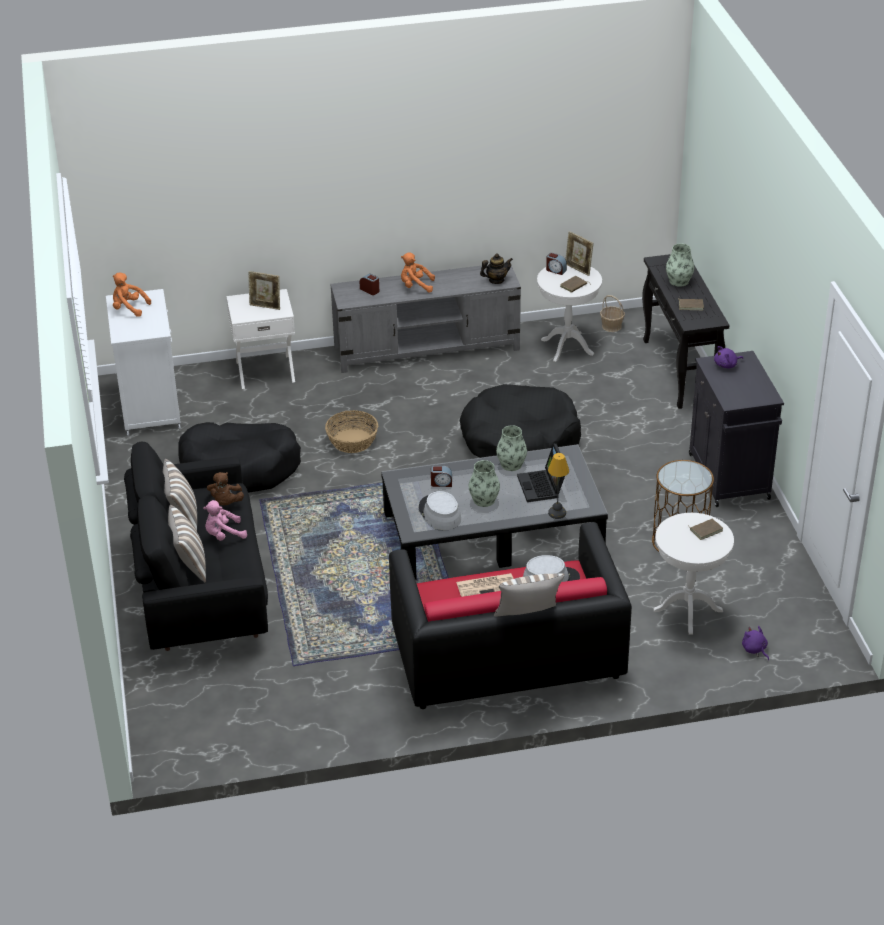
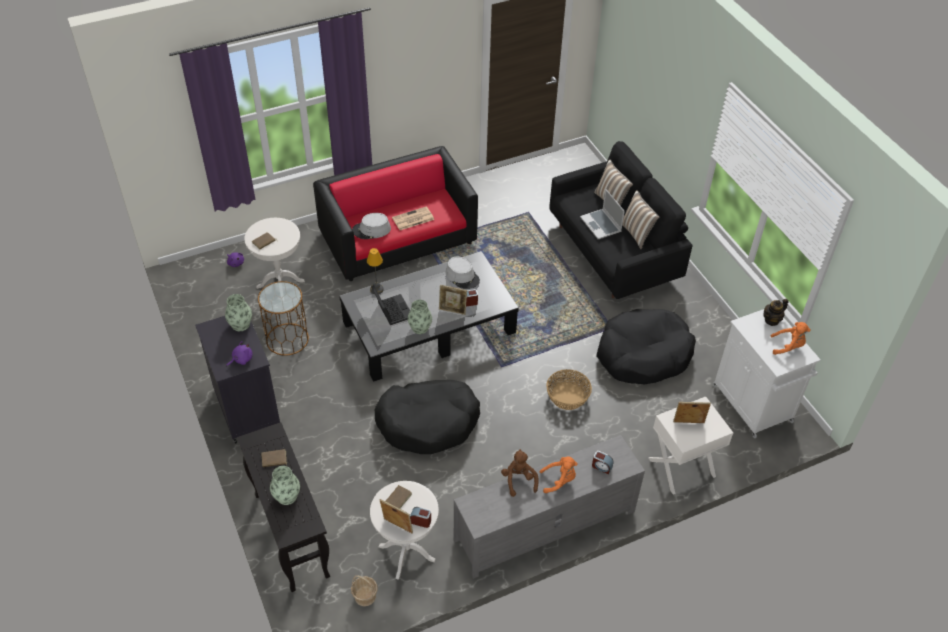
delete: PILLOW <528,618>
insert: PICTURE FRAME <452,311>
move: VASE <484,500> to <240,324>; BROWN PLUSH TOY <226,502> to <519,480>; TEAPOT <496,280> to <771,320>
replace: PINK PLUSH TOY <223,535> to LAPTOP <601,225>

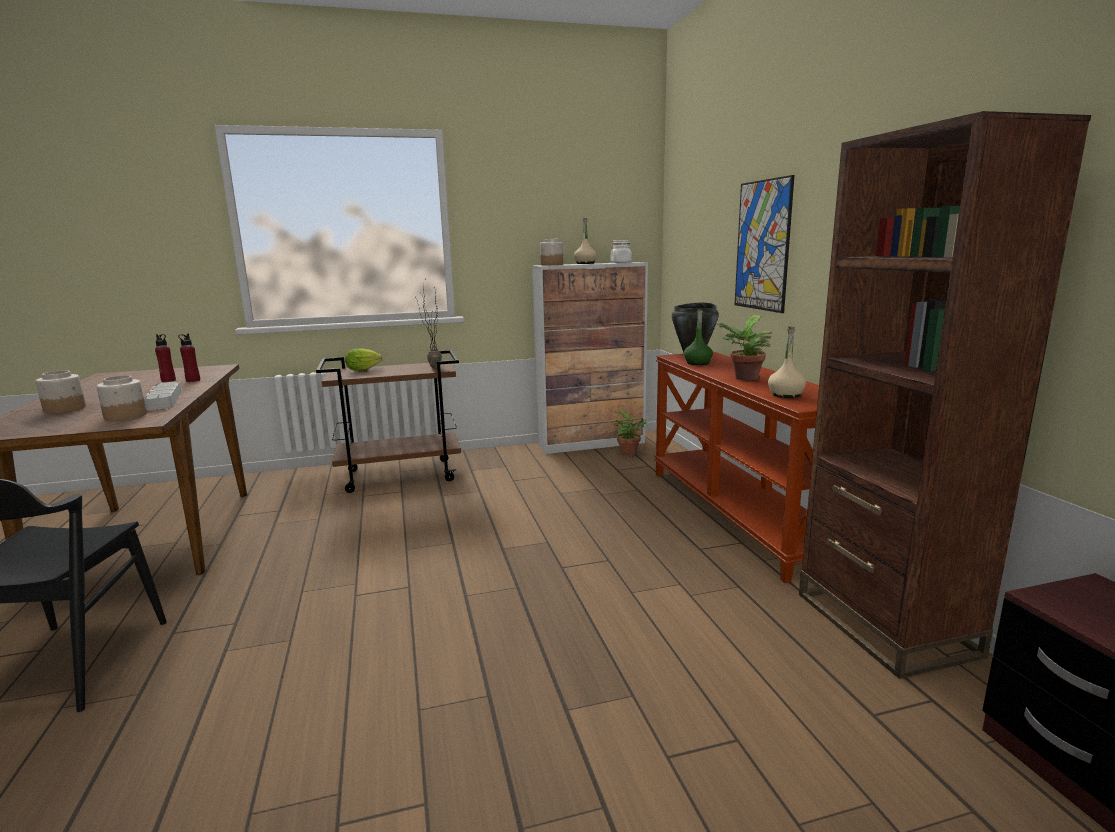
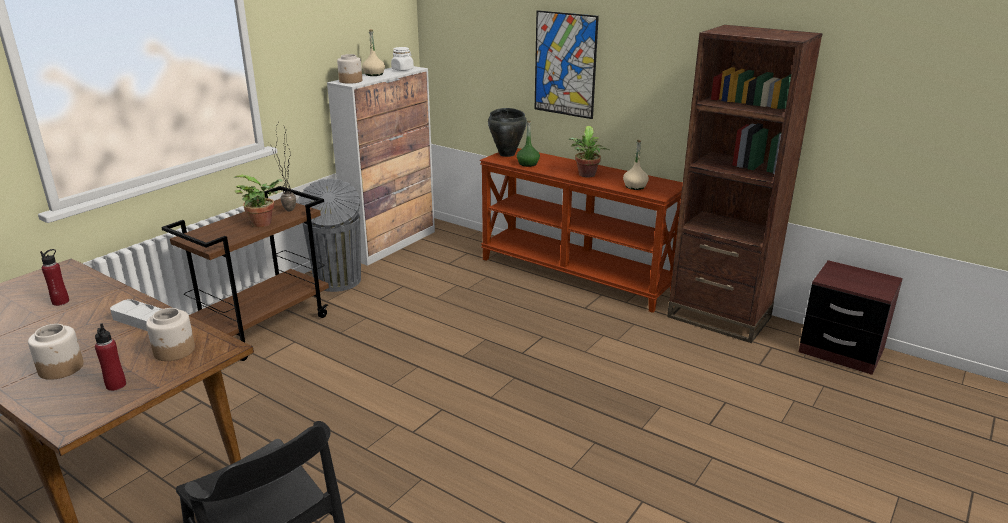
delete: LETTUCE <365,369>
insert: GREY TRASH CAN <337,281>
move: RED BOTTLE <193,380> to <116,385>; POTTED PLANT <630,453> to <264,223>

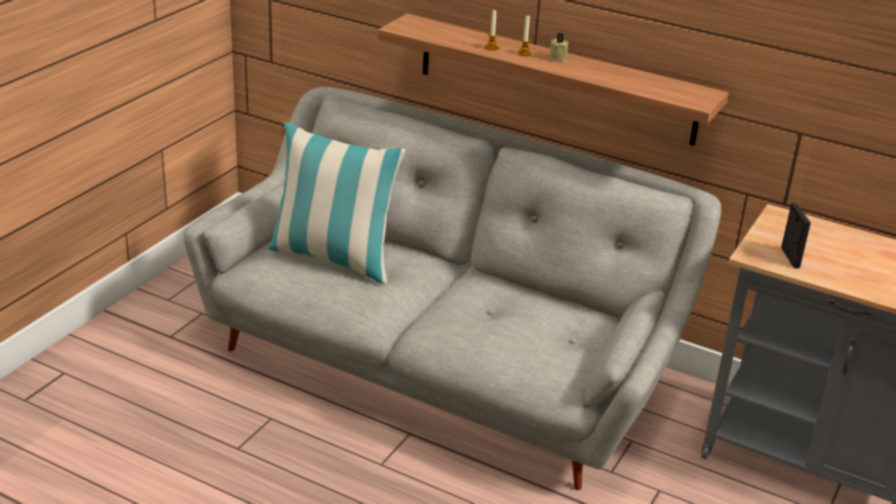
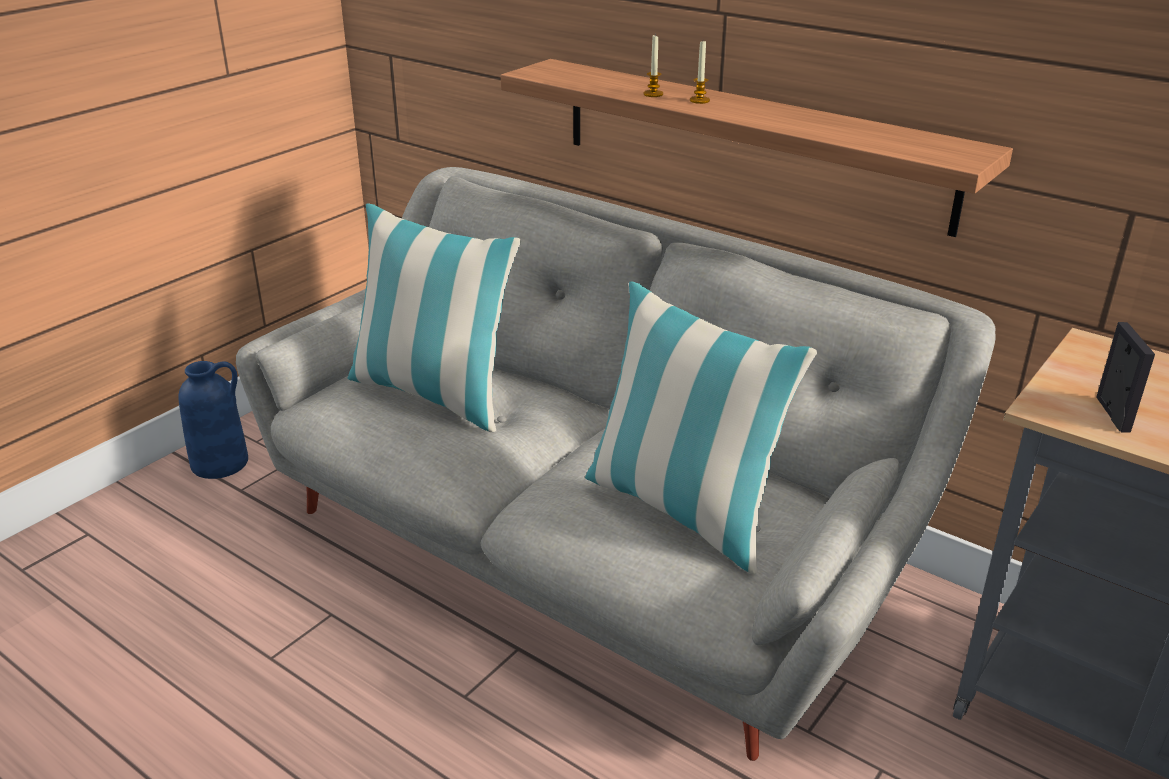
delete: BEIGE CANDLE <559,58>
insert: BLUE VASE <221,463>; PILLOW <683,509>

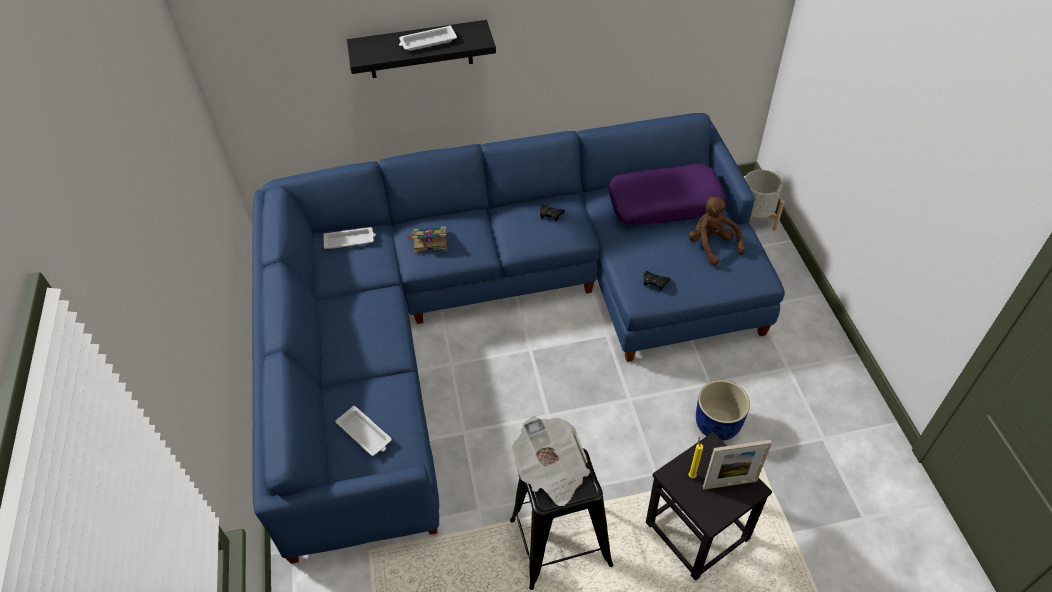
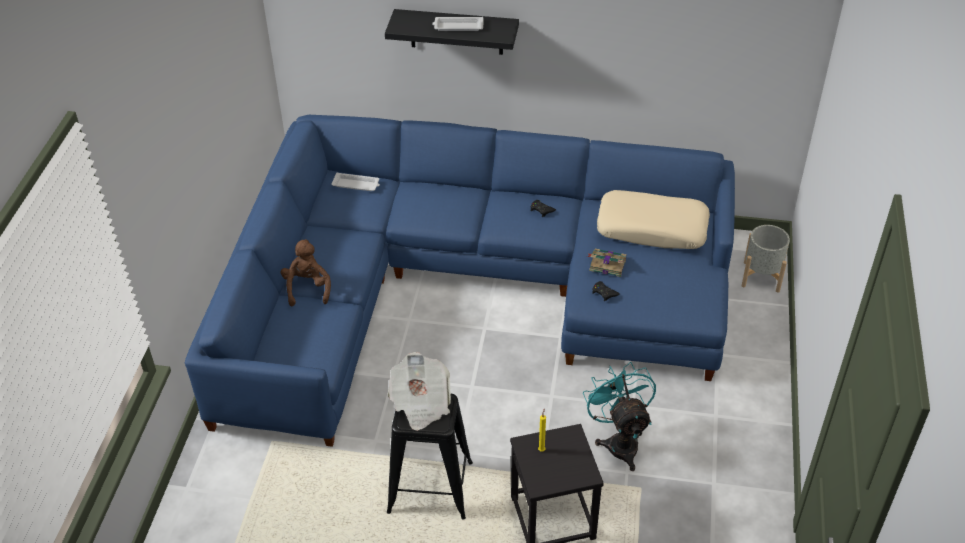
delete: WHITE TRAY <365,434>; PICTURE FRAME <729,484>
move: BROWN PLUSH TOY <712,245> to <307,288>; BOOK <429,241> to <606,264>
replace: BLUE PLANTER <717,425> to TURQUOISE FAN <619,441>
recolor: PURPLE PILLOW <665,203> to BEIGE PILLOW <652,228>

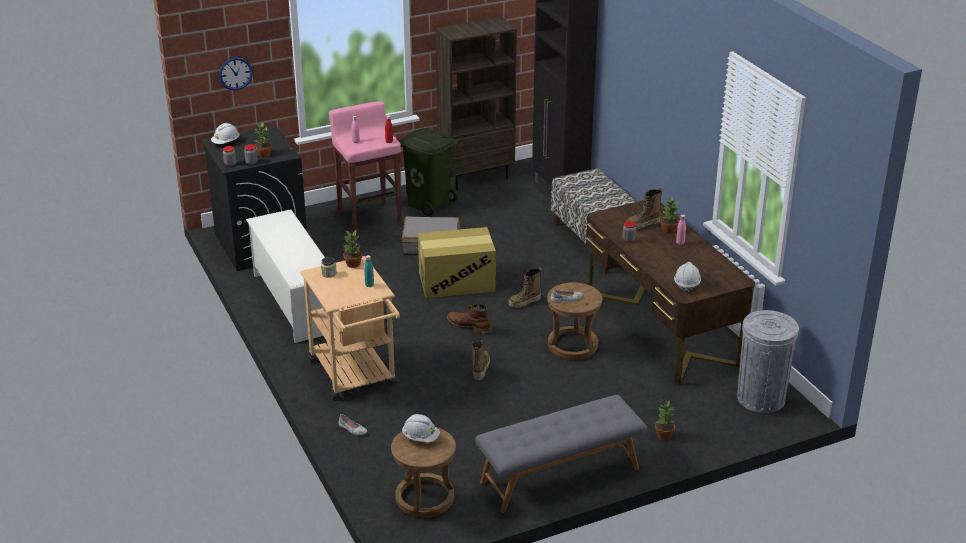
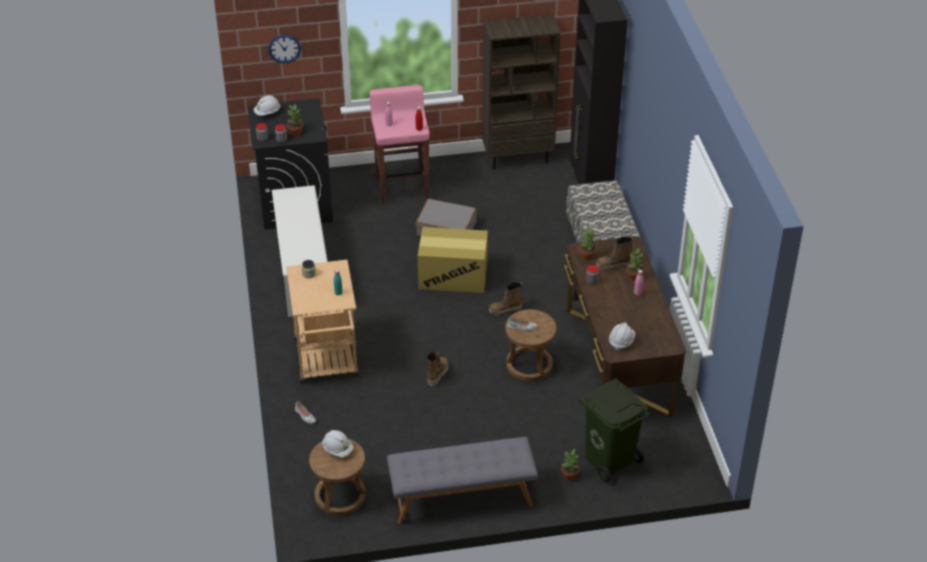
delete: BROWN BOOT <469,325>; GREY TRASH CAN <761,398>
move: GREEN TRASH CAN <429,203> to <610,459>; POTTED PLANT <353,264> to <587,256>

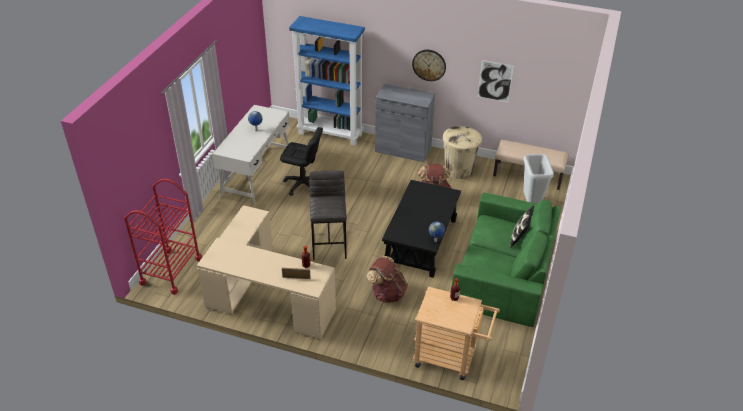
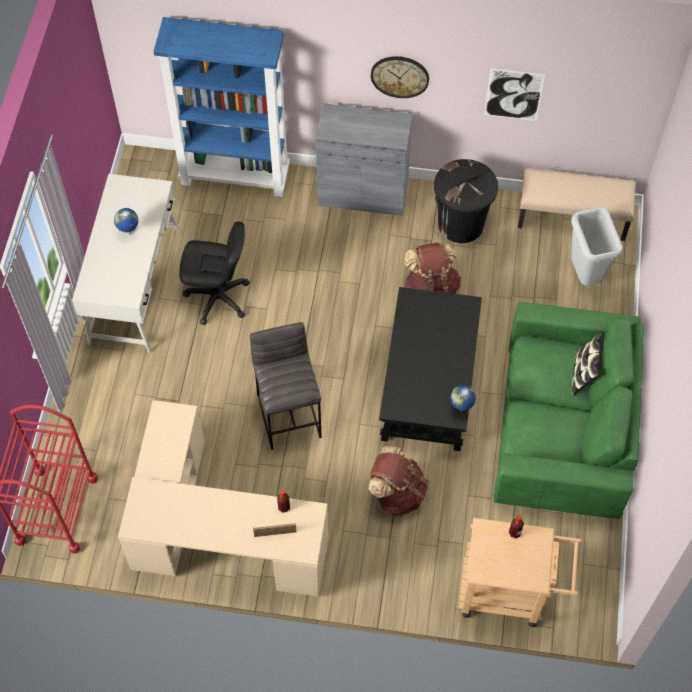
recolor: BEIGE TRASH CAN <458,170> to BLACK TRASH CAN <461,224>

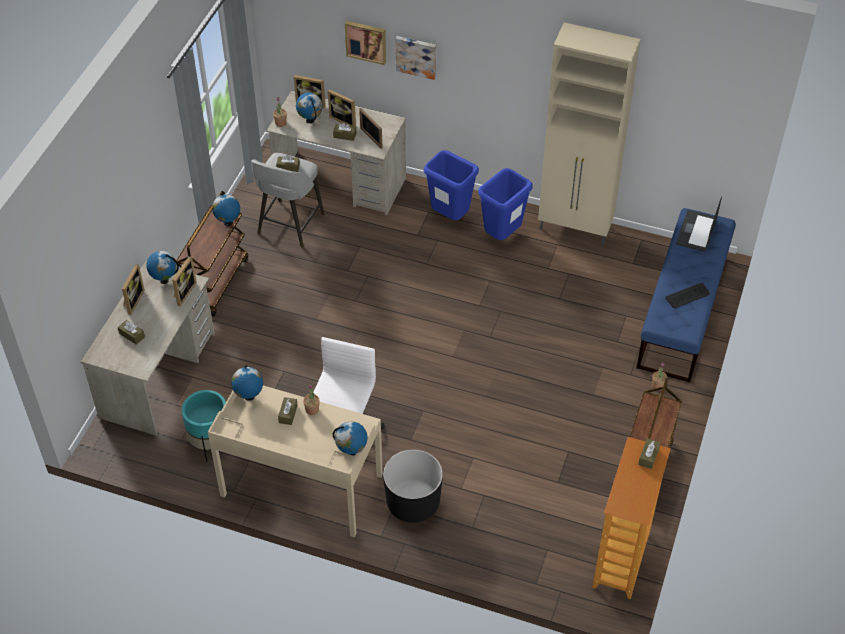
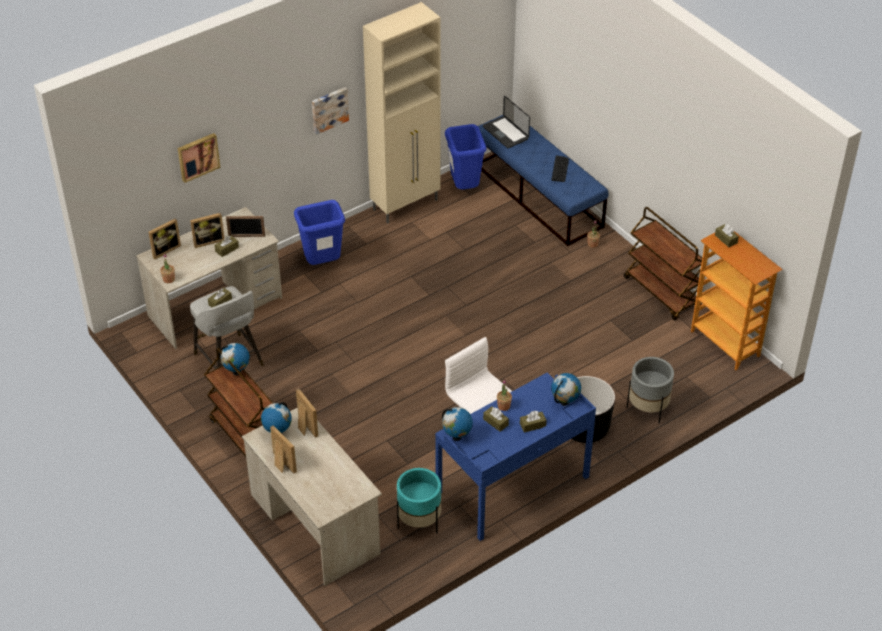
delete: GLOBE <310,120>
insert: GREY PLANTER <648,409>
move: PICTURE <416,56> to <329,109>; BLUE TRASH CAN <502,236> to <464,188>; BROWN TISSUE BOX <132,335> to <532,425>
recolor: BEIGE DESK <301,486> to BLUE DESK <513,485>

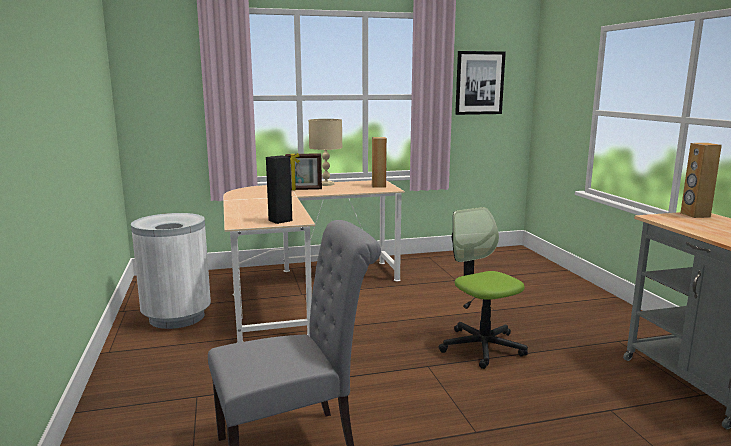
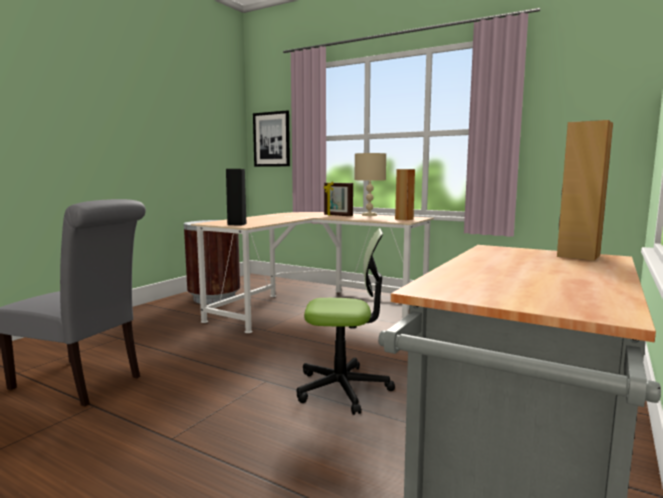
move: PICTURE <479,83> to <271,139>
recolor: WHITE TRASH CAN <177,317> to BROWN TRASH CAN <214,298>
rotate: OFFICE CHAIR <482,347> = <343,388> 75 degrees clockwise

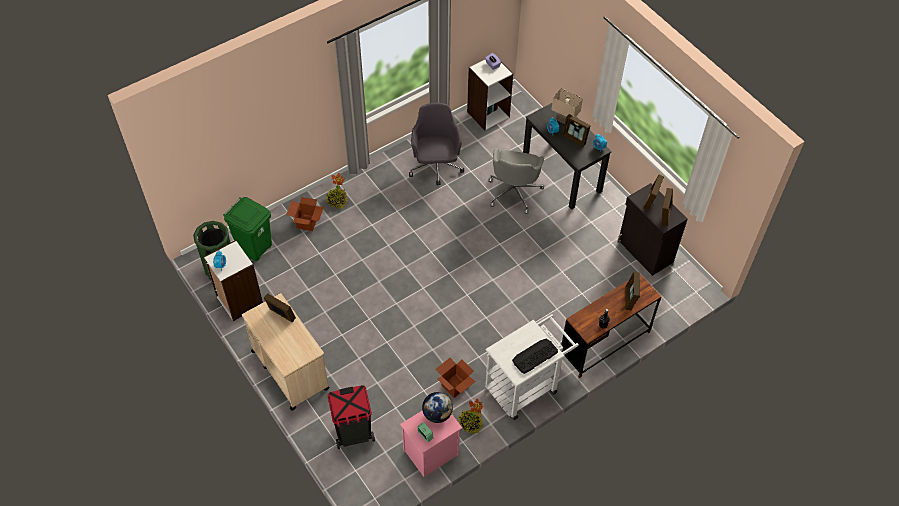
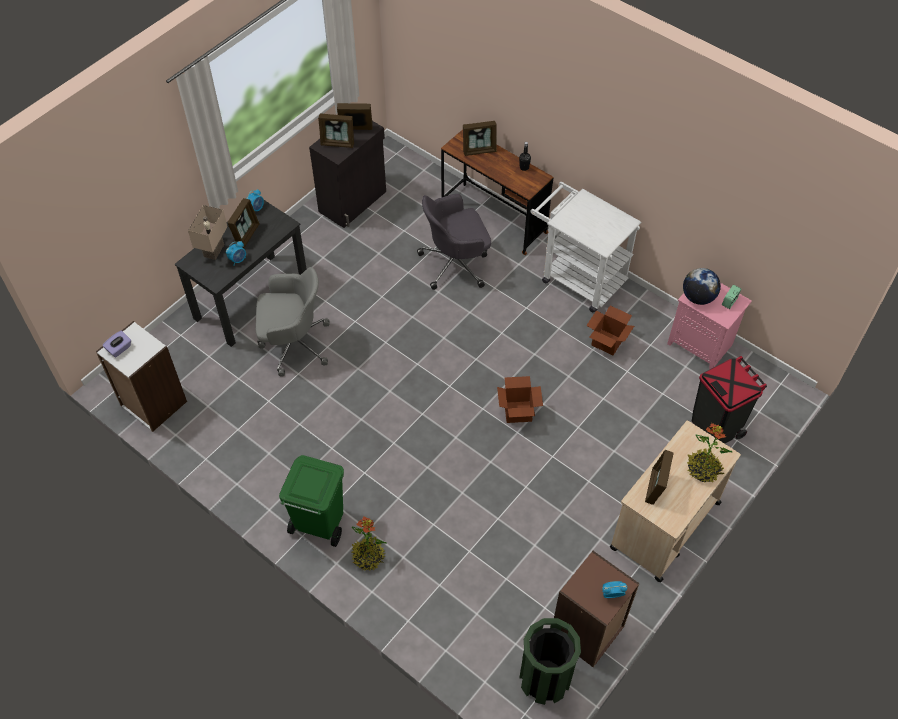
delete: KEYBOARD <534,356>
move: GREEN TRASH CAN <255,248> to <319,524>; GREY OFFICE CHAIR <436,166> to <456,264>; CARDBOARD BOX <307,222> to <518,412>; POTTED PLANT <470,423> to <703,469>
recolor: WHITE BOOKCASE <239,300> to BROWN BOOKCASE <587,631>

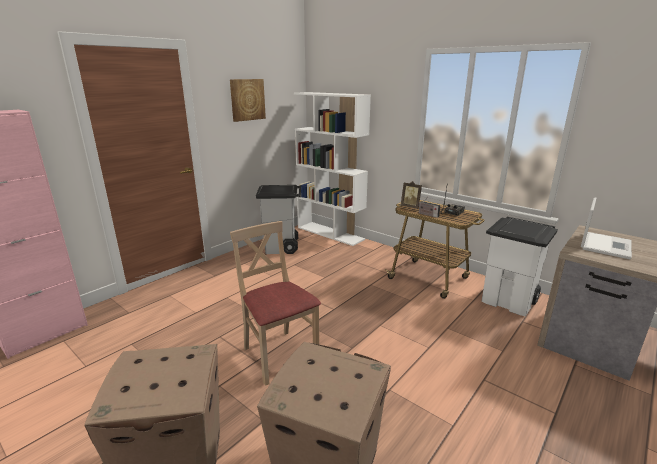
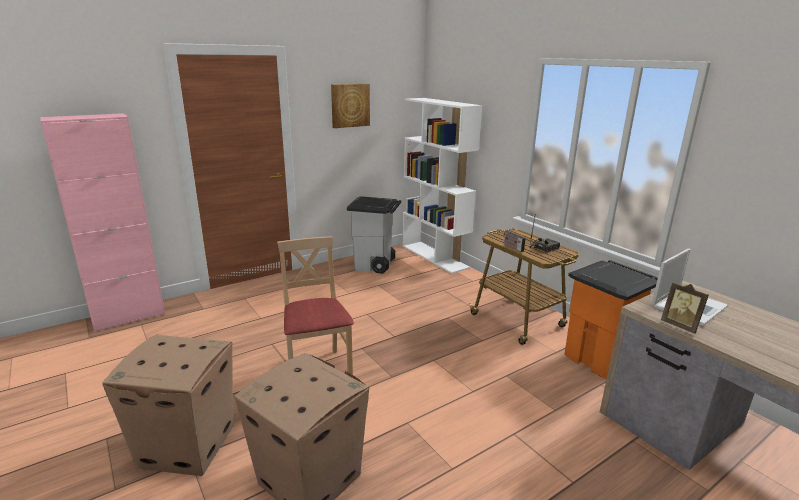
move: PICTURE FRAME <411,207> to <680,326>
recolor: WHITE TRASH CAN <509,301> to ORANGE TRASH CAN <599,360>

